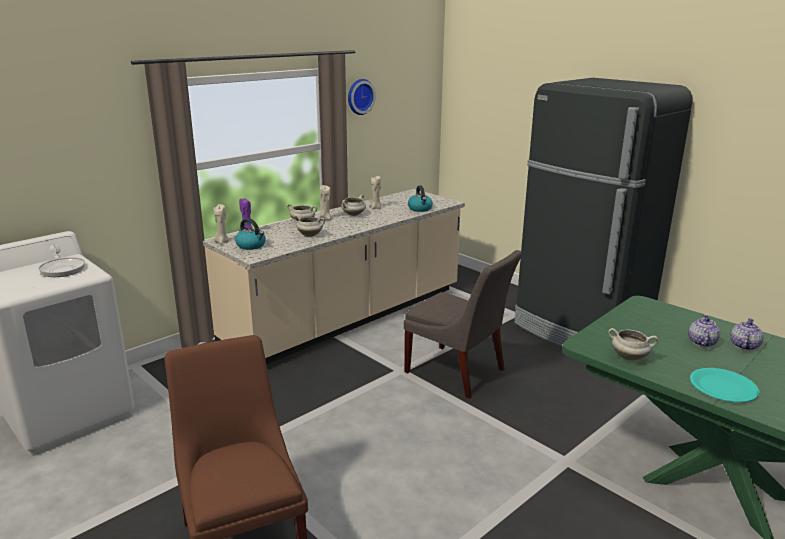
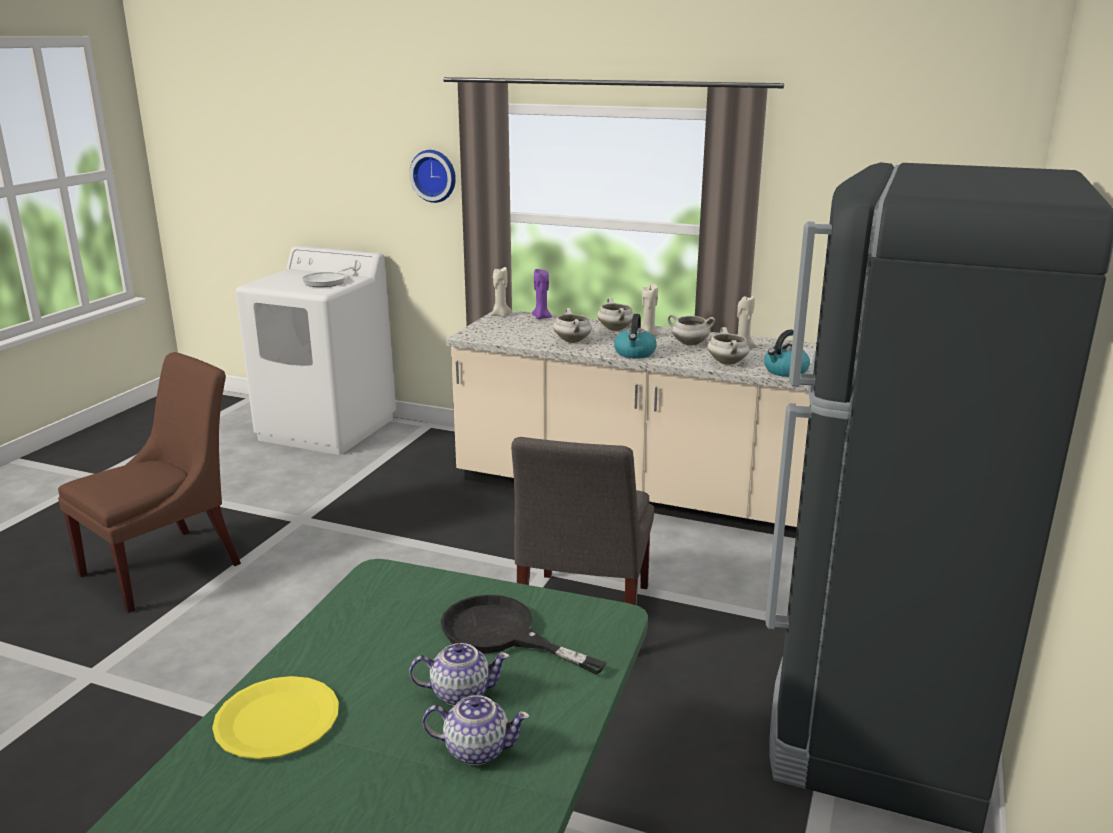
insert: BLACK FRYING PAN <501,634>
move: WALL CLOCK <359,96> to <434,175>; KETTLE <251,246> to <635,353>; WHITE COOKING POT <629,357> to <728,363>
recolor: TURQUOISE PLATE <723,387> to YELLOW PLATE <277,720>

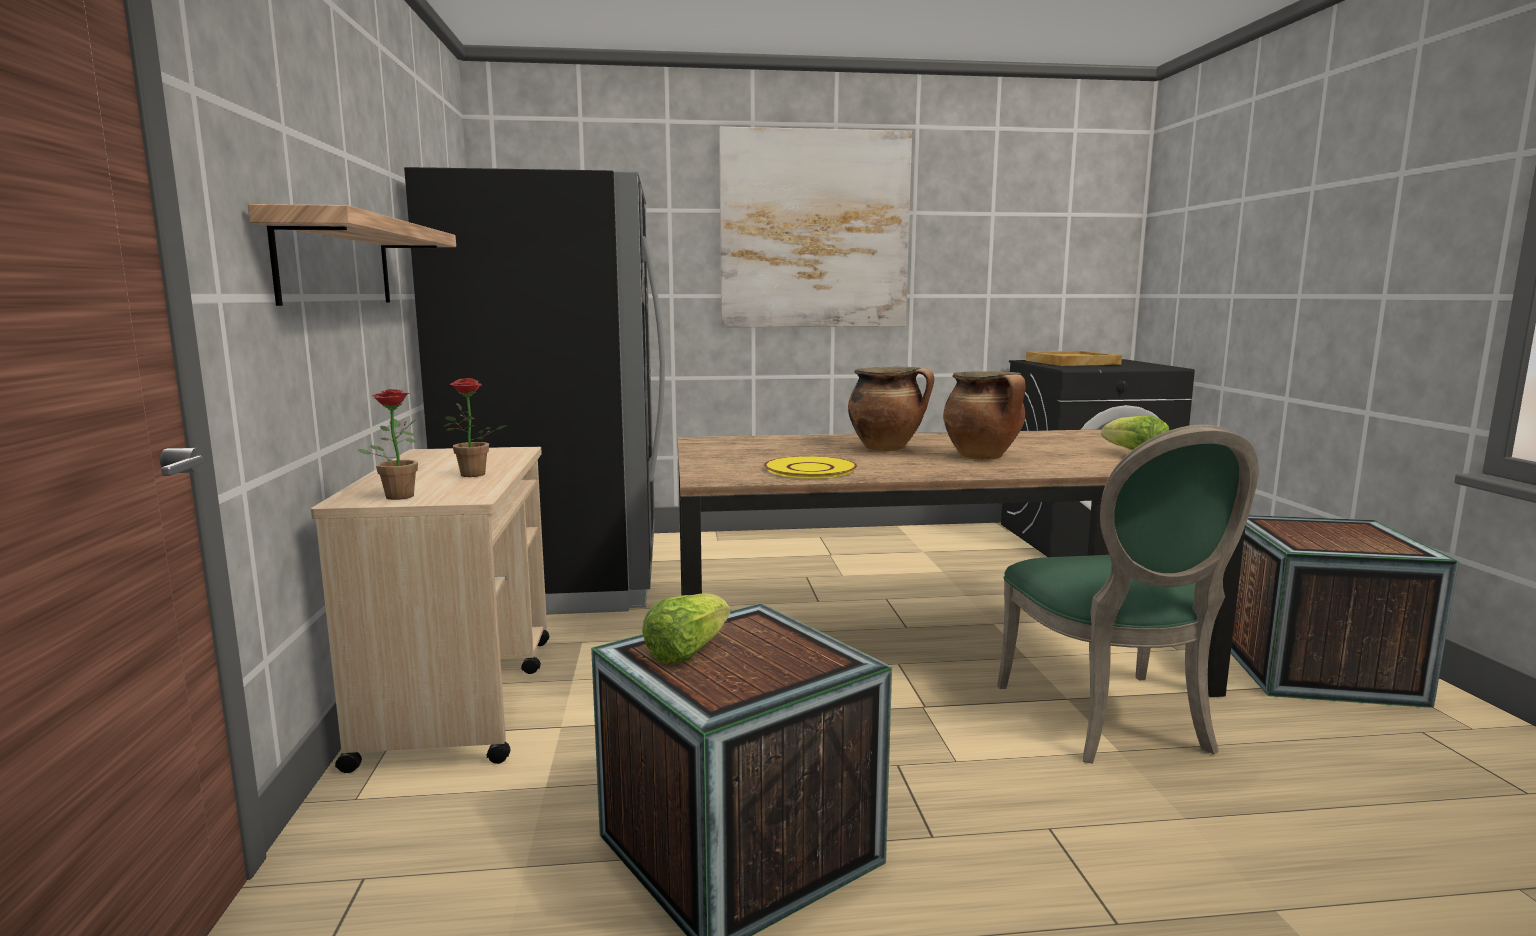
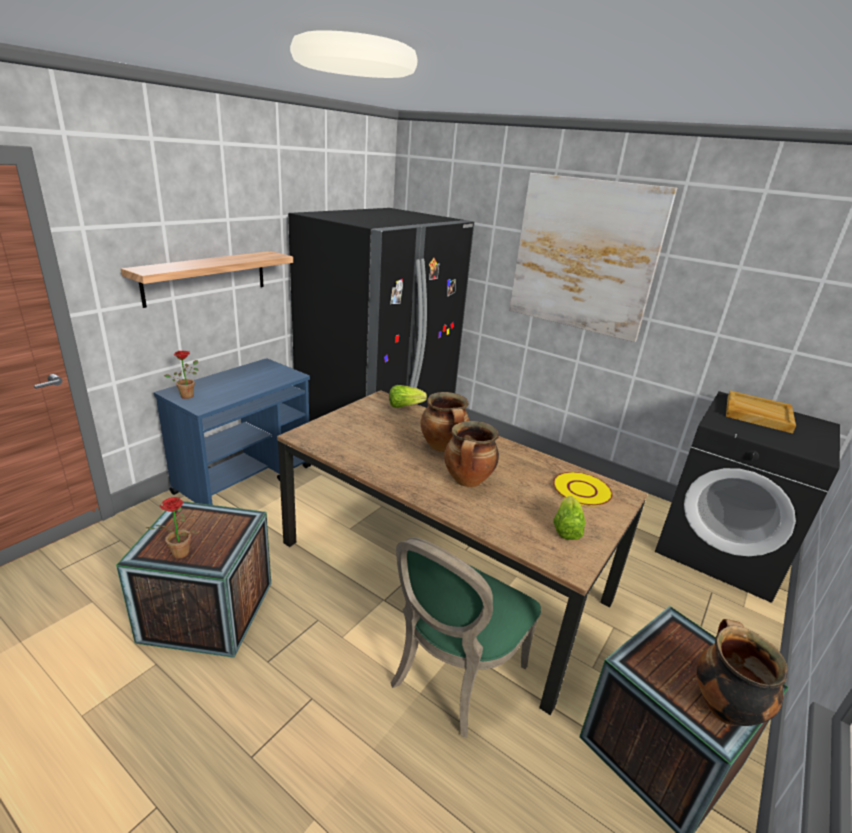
insert: COOKING POT <723,705>
move: POTTED PLANT <472,475> to <177,555>; LETTUCE <686,652> to <404,406>; YELLOW PLATE <810,469> to <581,490>
recolor: BEIGE CART <461,696> to BLUE CART <245,479>

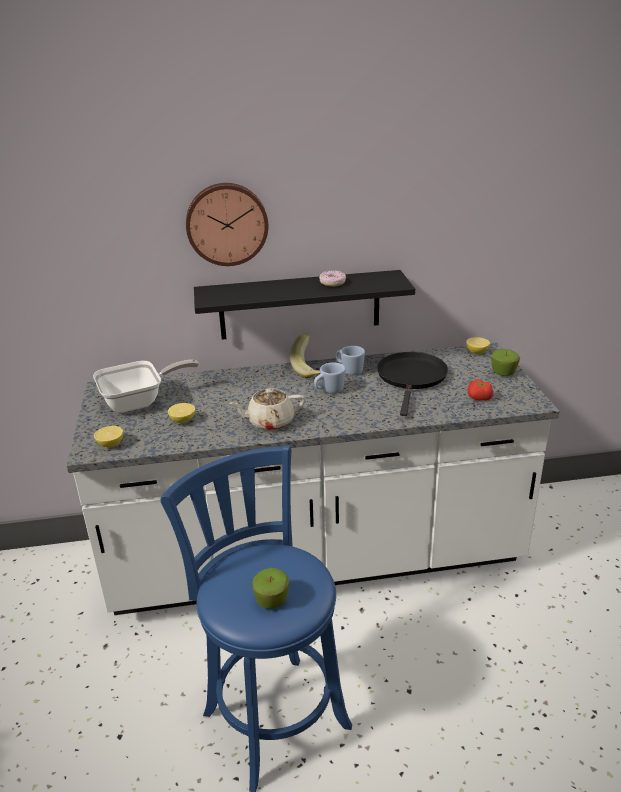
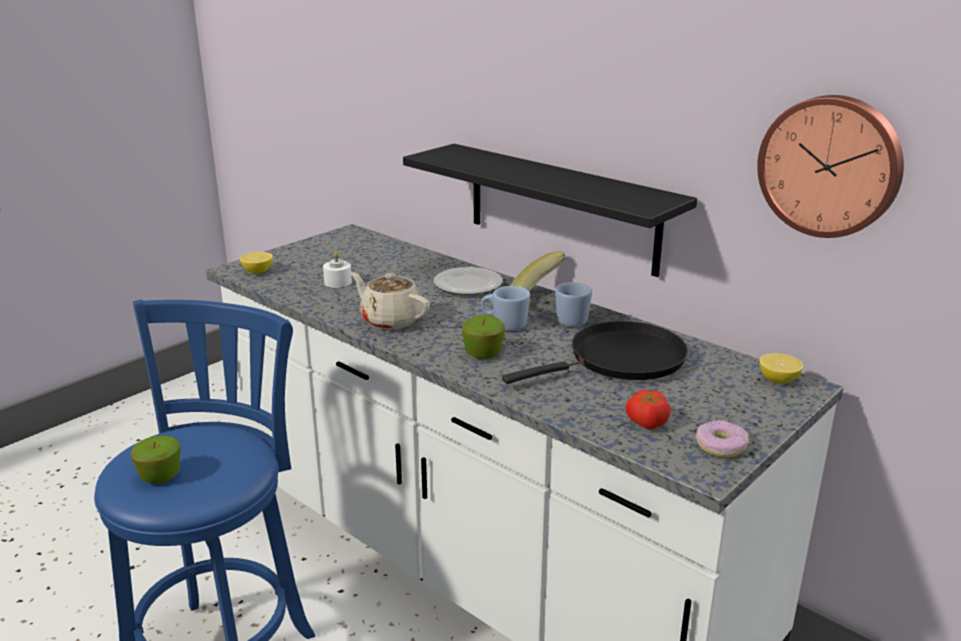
delete: FRYING PAN <139,402>
insert: PLATE <468,285>
move: APPLE <503,373> to <483,353>; DONUT <332,282> to <720,446>; WALL CLOCK <227,223> to <830,165>
replace: LEMON <182,420> to WHITE CANDLE <338,282>

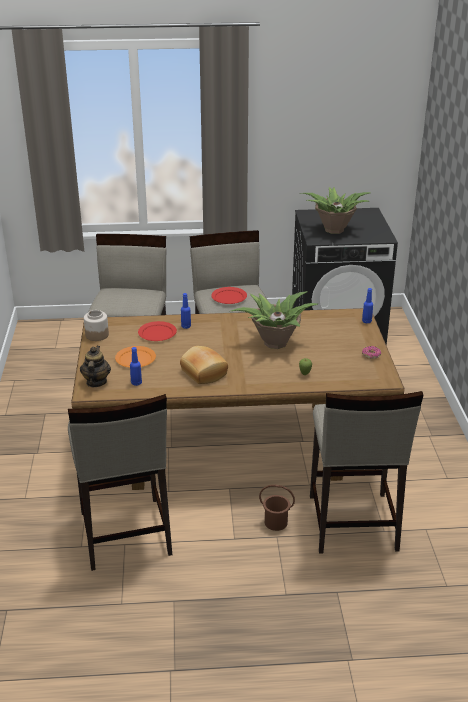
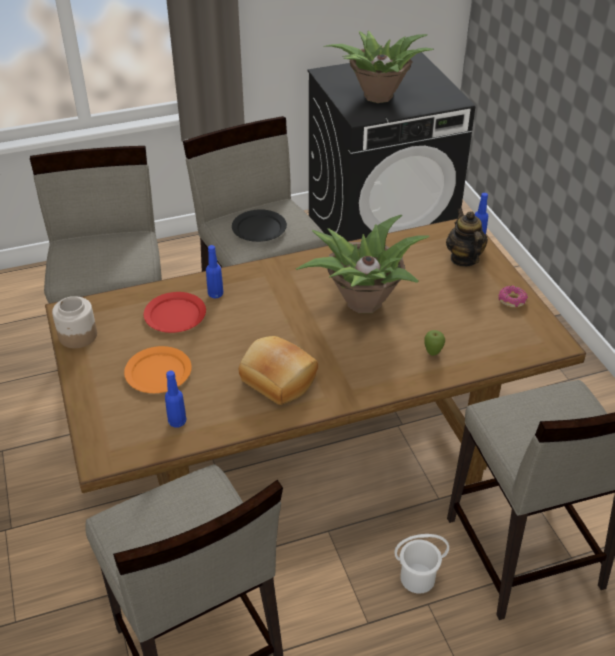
move: TEAPOT <96,382> to <464,258>
recolor: RED PLATE <229,297> to BLACK PLATE <259,228>; BROWN BUCKET <275,522> to WHITE BUCKET <417,577>

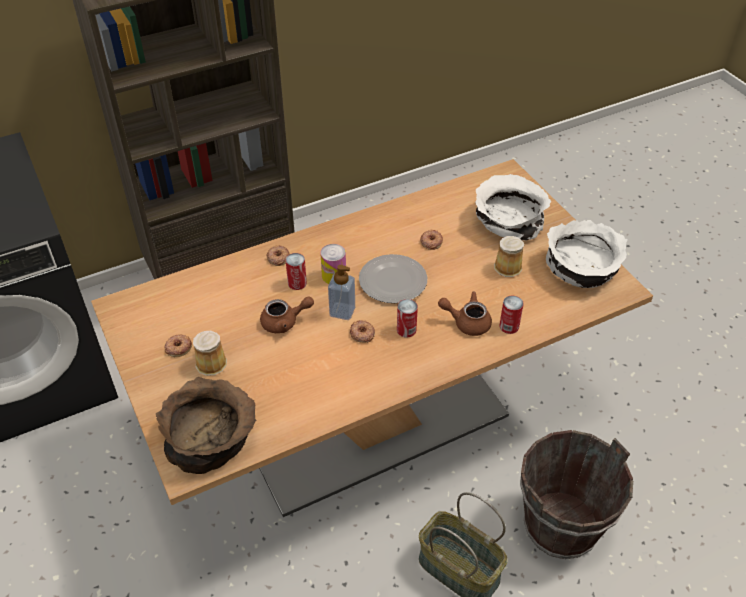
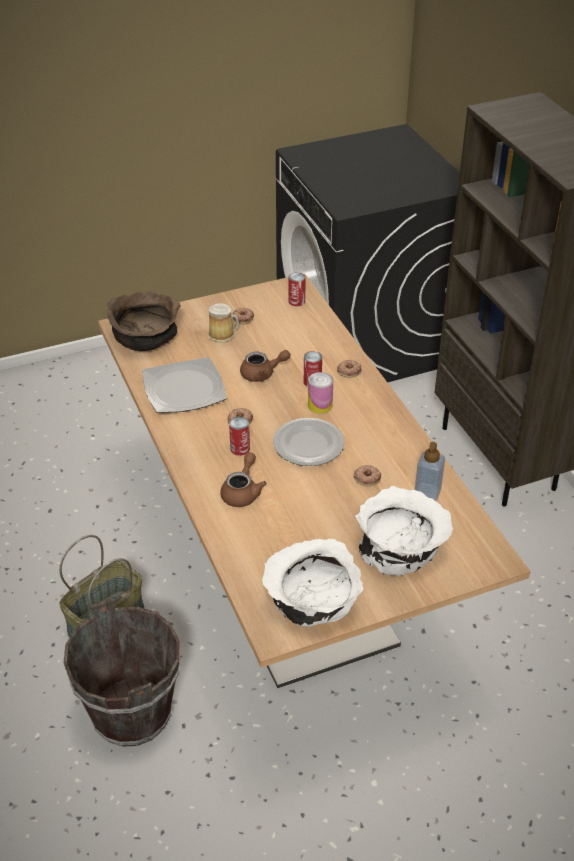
delete: MUG <508,266>
insert: PLATE <184,388>
move: CAN <509,326> to <296,301>; SOAP DISPENSER <342,311> to <427,492>
rotate: BROWN TEAPOT <285,322> = <262,374> 90 degrees counterclockwise

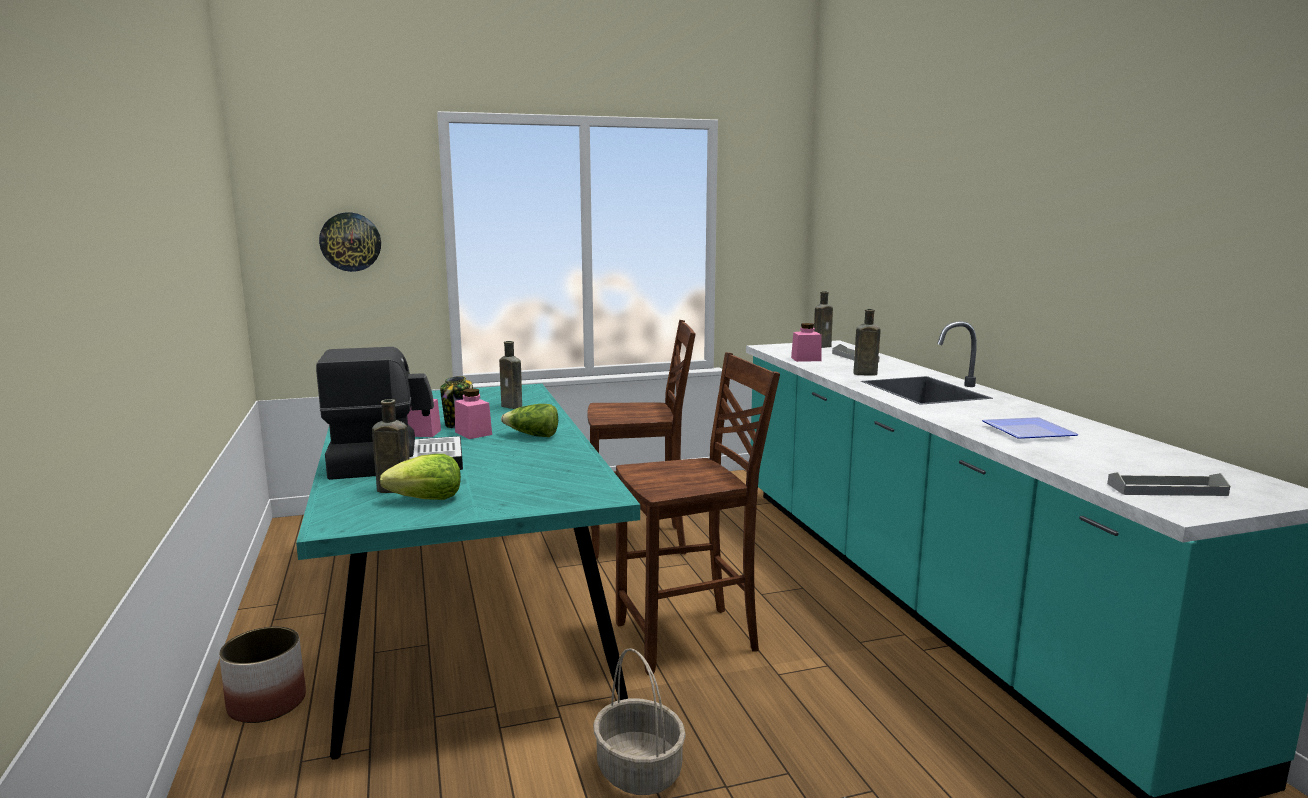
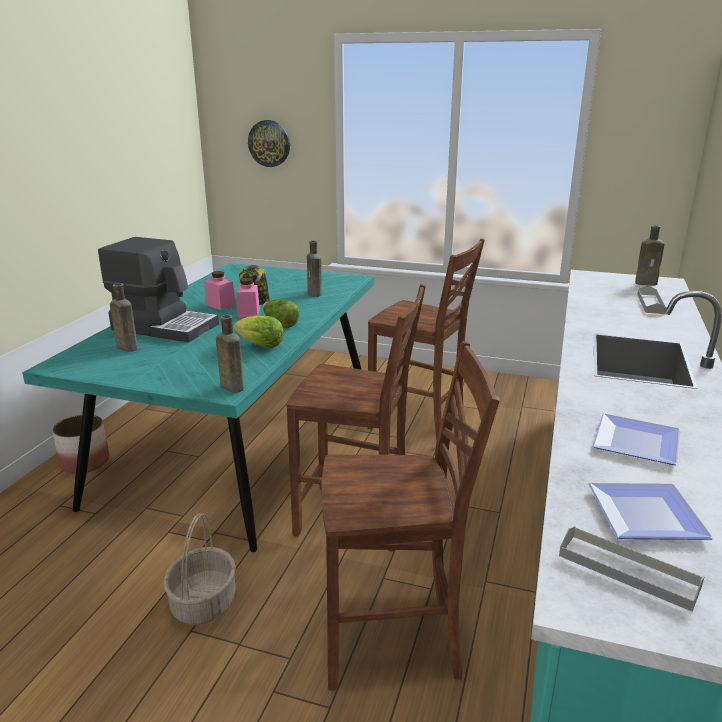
delete: PINK JAR <806,359>
insert: BROWN CHAIR <394,643>; PLATE <650,517>
move: BROWN BOTTLE <863,374> to <231,387>; LETTUCE <427,500> to <261,346>

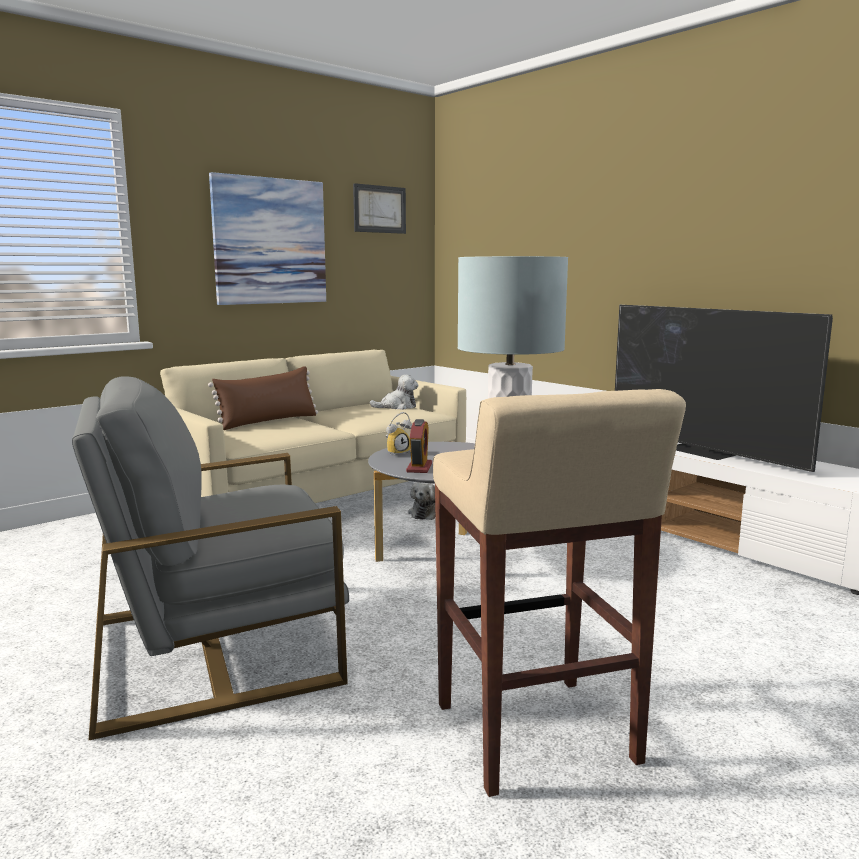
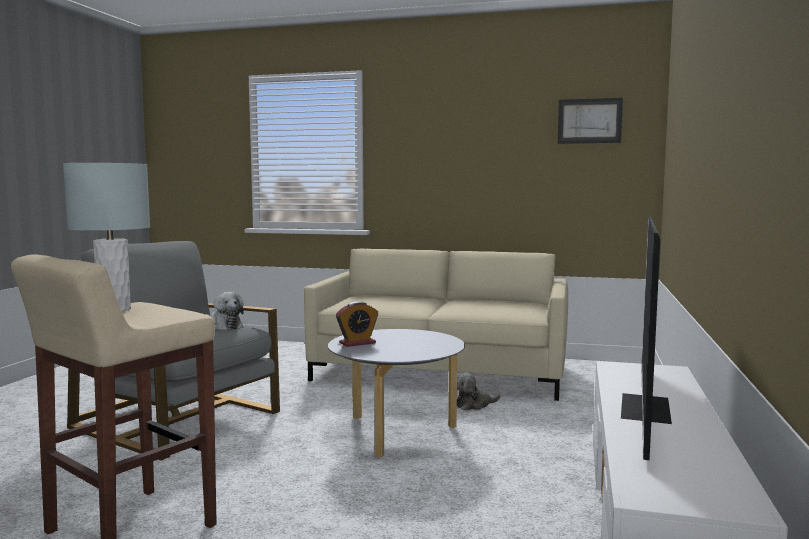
delete: BROWN PILLOW <268,421>; PICTURE <270,241>; ALARM CLOCK <397,453>
move: PLUSH TOY <397,407> to <223,326>

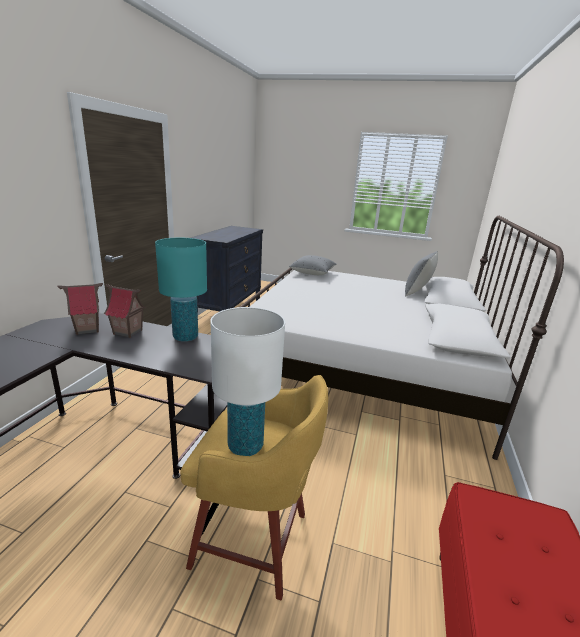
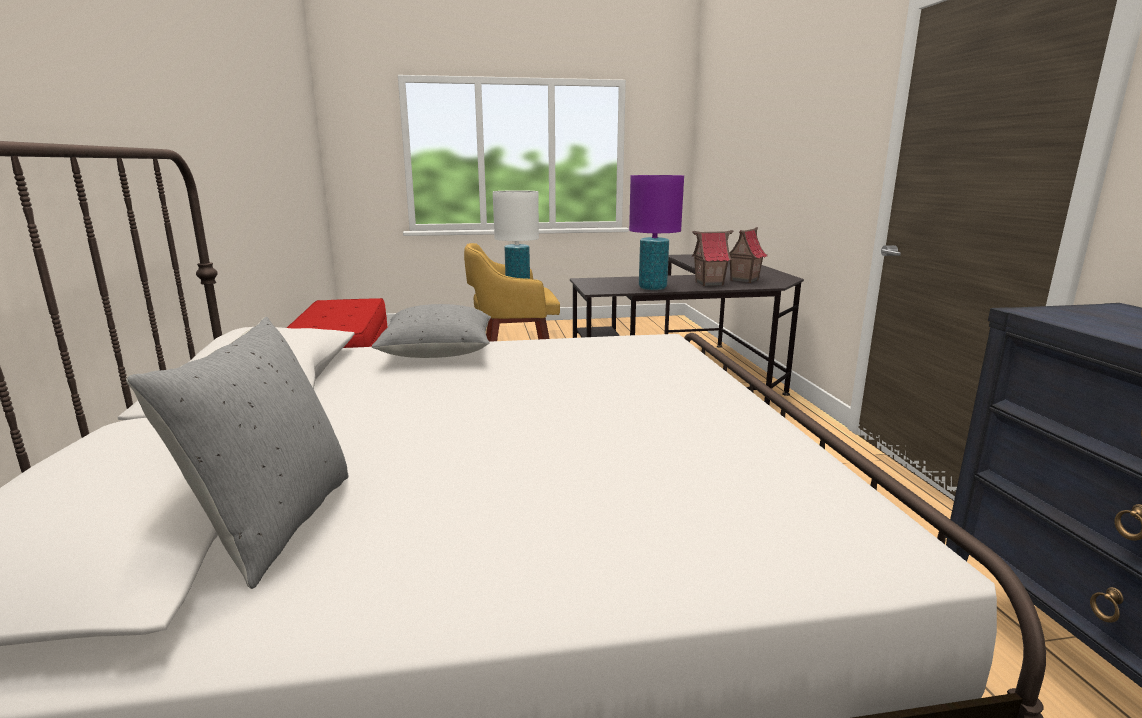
move: GREY PILLOW <312,273> to <438,353>
recolor: TURQUOISE TABLE LAMP <185,337> to PURPLE TABLE LAMP <652,288>

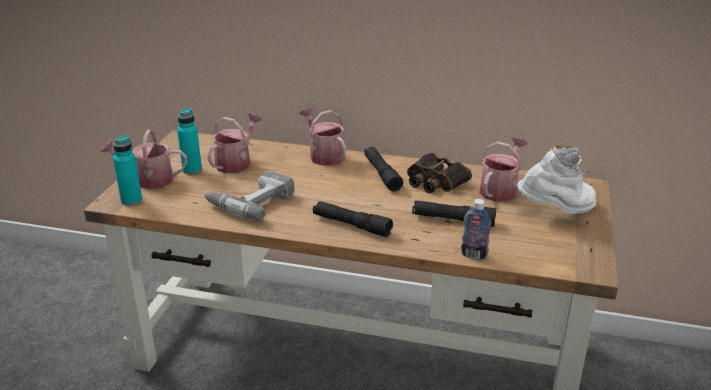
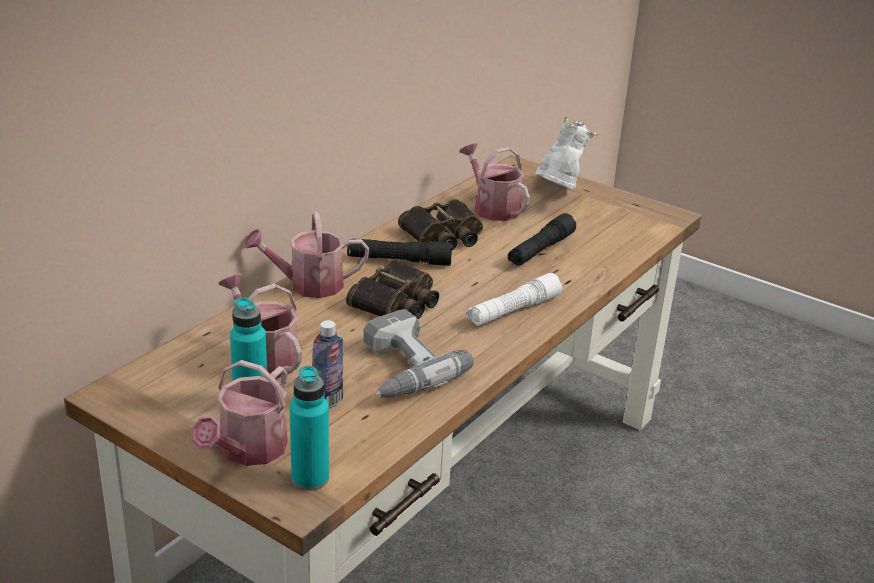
insert: BINOCULARS <397,302>
move: BOTTLE <474,255> to <328,401>
recolor: BLACK FLASHLIGHT <351,225> to WHITE FLASHLIGHT <513,311>

